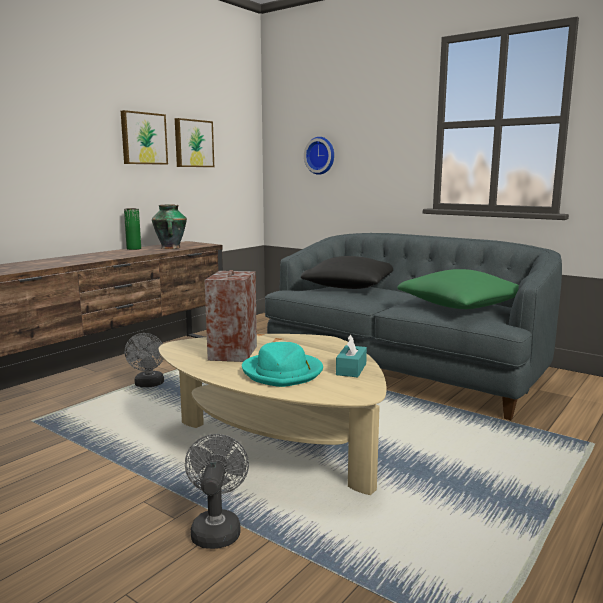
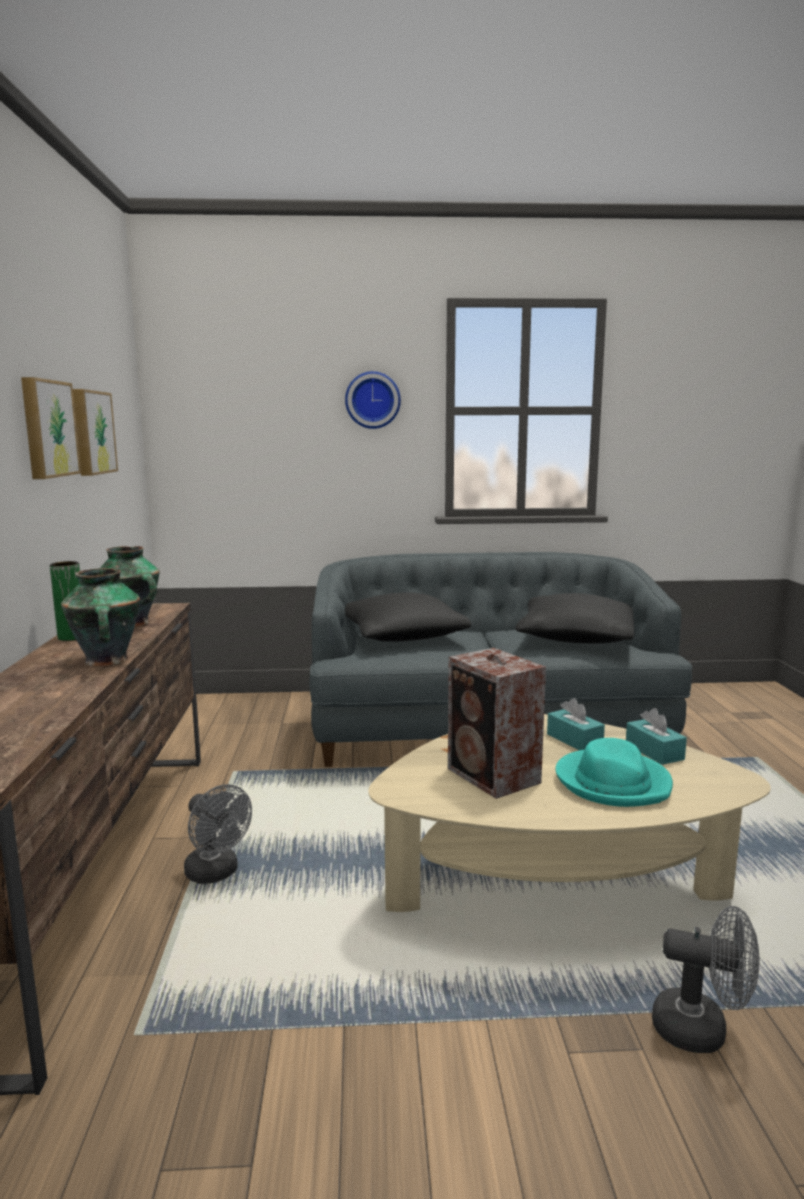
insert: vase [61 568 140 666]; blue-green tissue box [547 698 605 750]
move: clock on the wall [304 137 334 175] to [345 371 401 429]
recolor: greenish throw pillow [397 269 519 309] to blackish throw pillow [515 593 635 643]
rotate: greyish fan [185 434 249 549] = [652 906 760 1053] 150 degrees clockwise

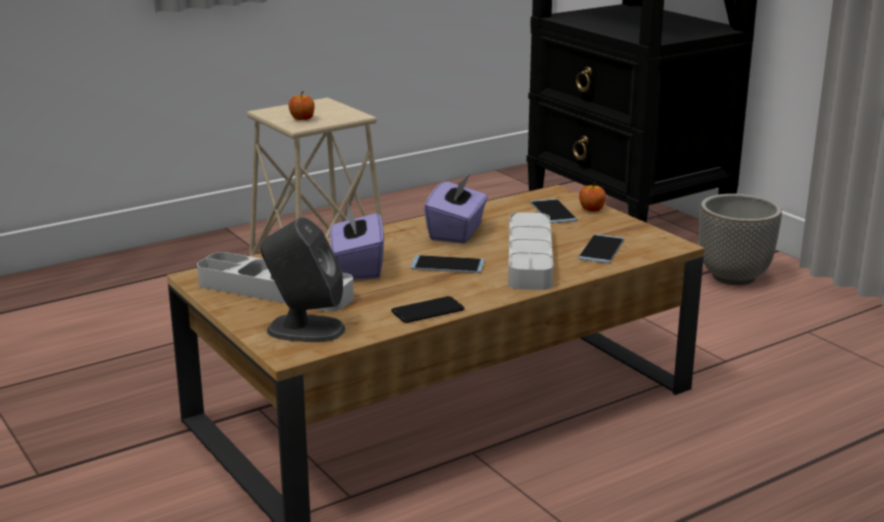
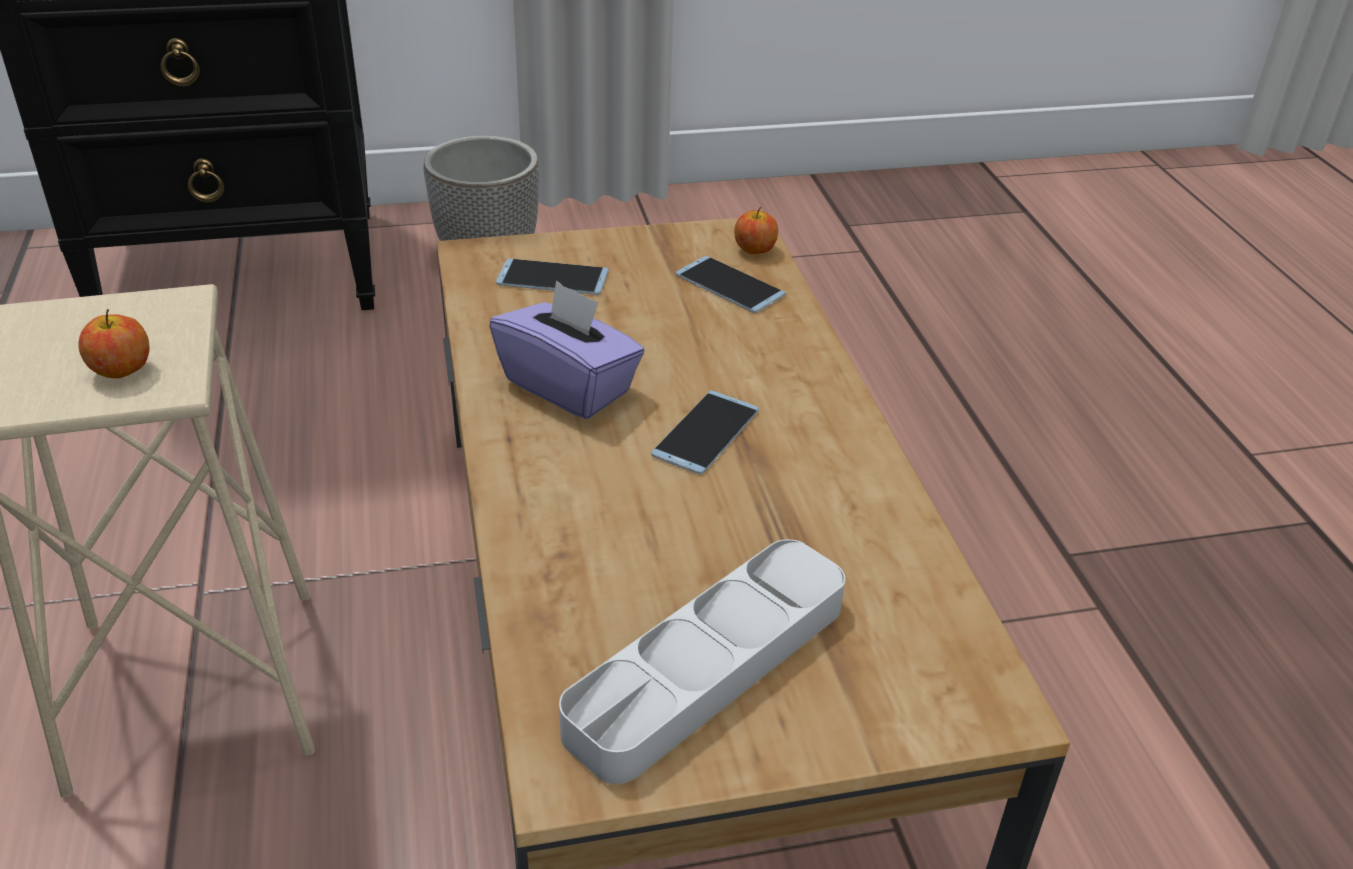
delete: purple tissue box [330 203 384 279]; greyish carrying tray [508 213 553 290]; greyish loudspeaker [260 217 345 342]; telephone [391 296 465 323]
move: apple [579 182 606 212] to [734 207 778 254]

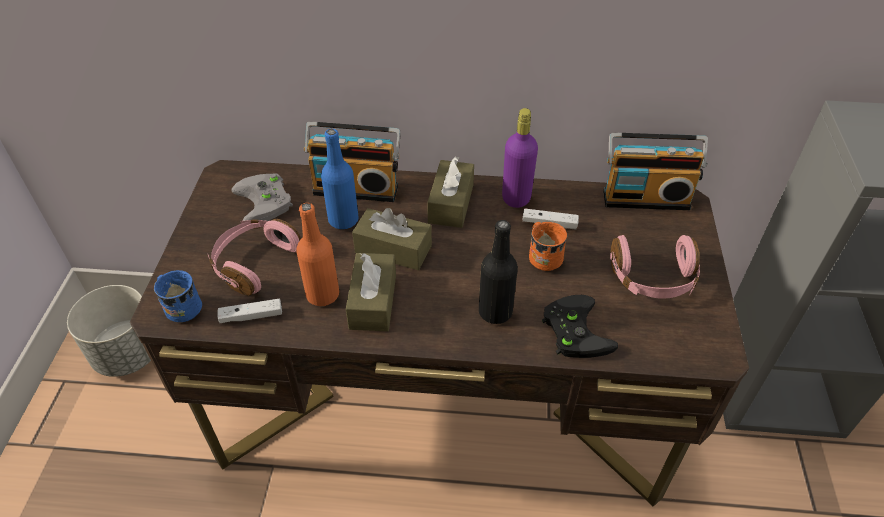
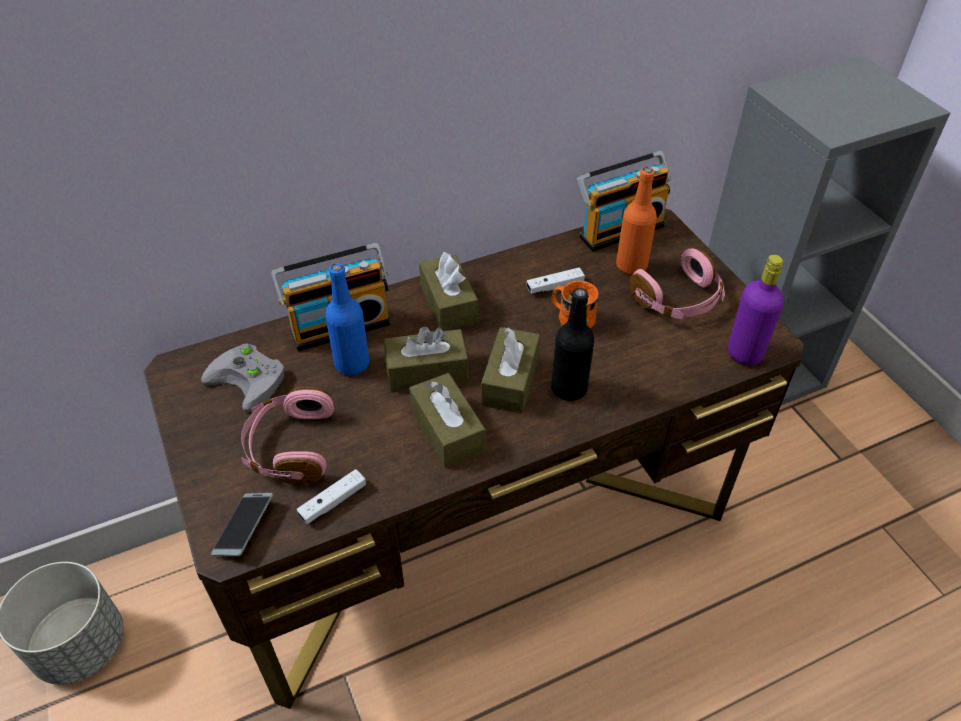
delete: blackish game controller [542 295 618 358]
insert: brown tissue box [481 327 540 414]
move: purple drink bottle [502 108 538 208] to [728 255 784 366]; orange-coloured drink bottle [296 203 339 306] to [616 167 657 274]
replace: bluish coffee mug [154 270 202 322] to telephone [211 493 273 556]

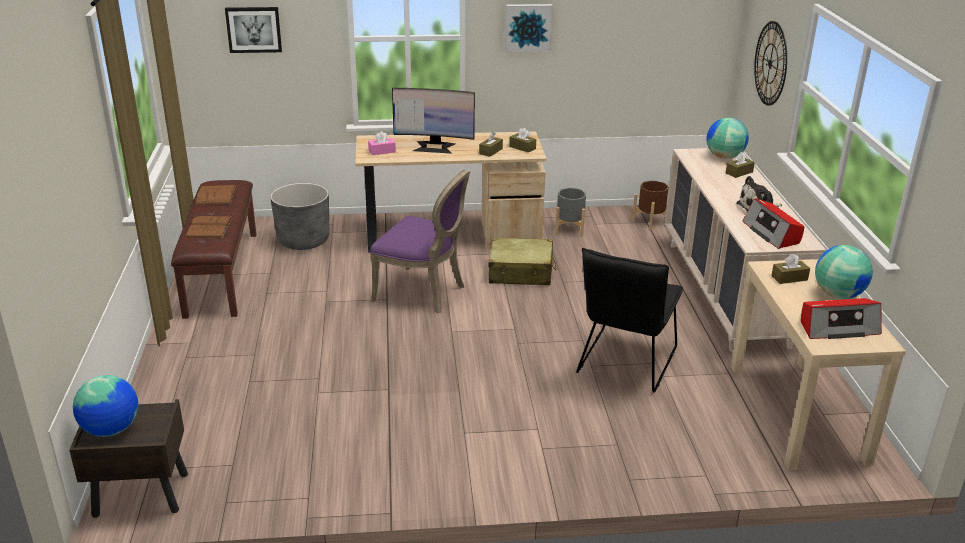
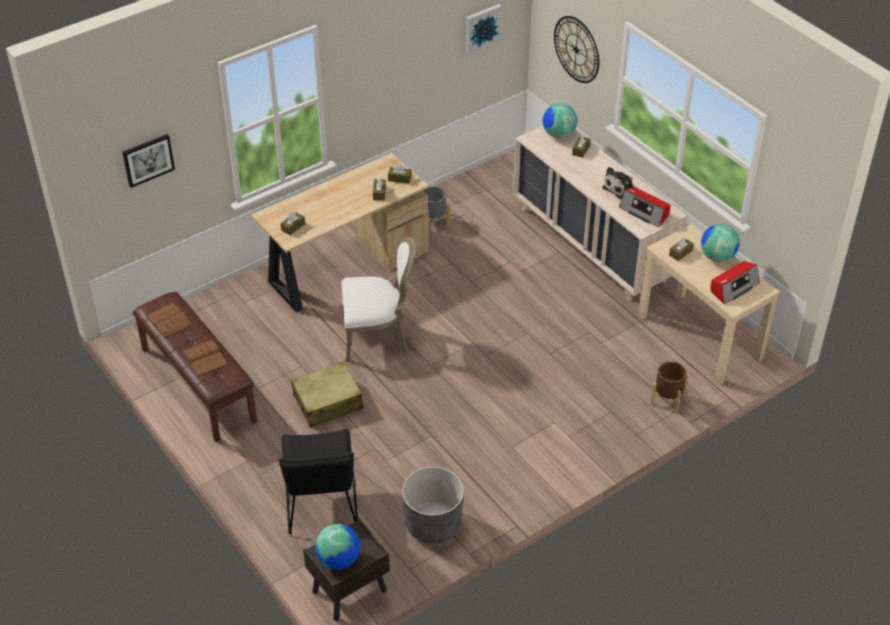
delete: monitor [392 88 475 154]
move: wall picture [505 4 553 52] to [466 4 502 54]; brown planter [632 181 669 230] to [650 361 689 413]; greyish planter [270 183 329 250] to [402 466 464 544]; beige-coloured piece of luggage [488 238 557 285] to [291 361 363 427]; blackish chair [576 248 683 392] to [278 429 358 534]
recolor: pinkish tissue box [368 131 396 155] to brown tissue box [281 211 305 235]; purple chair [370 170 470 314] to white-coloured chair [342 237 415 362]

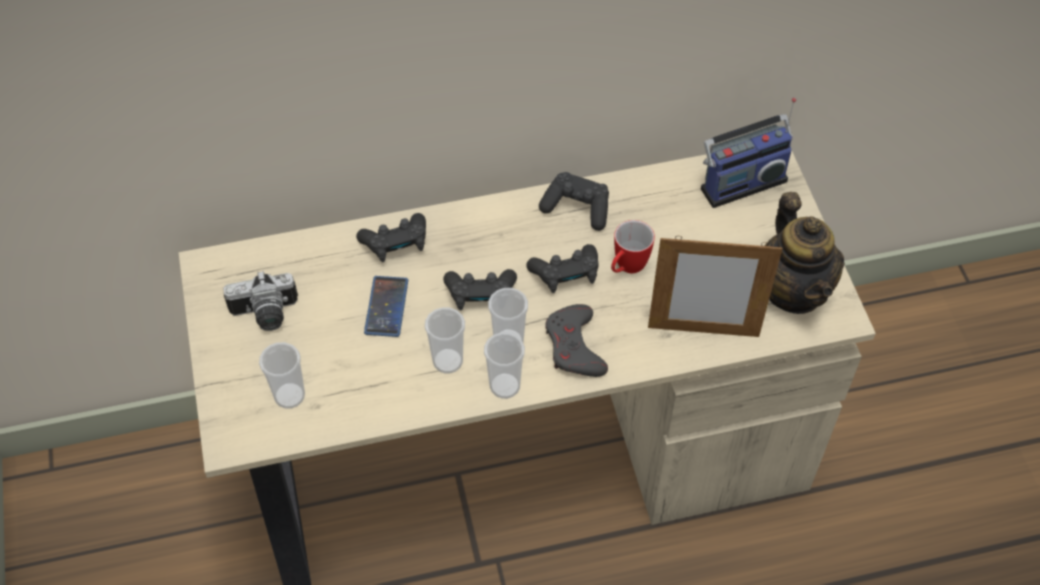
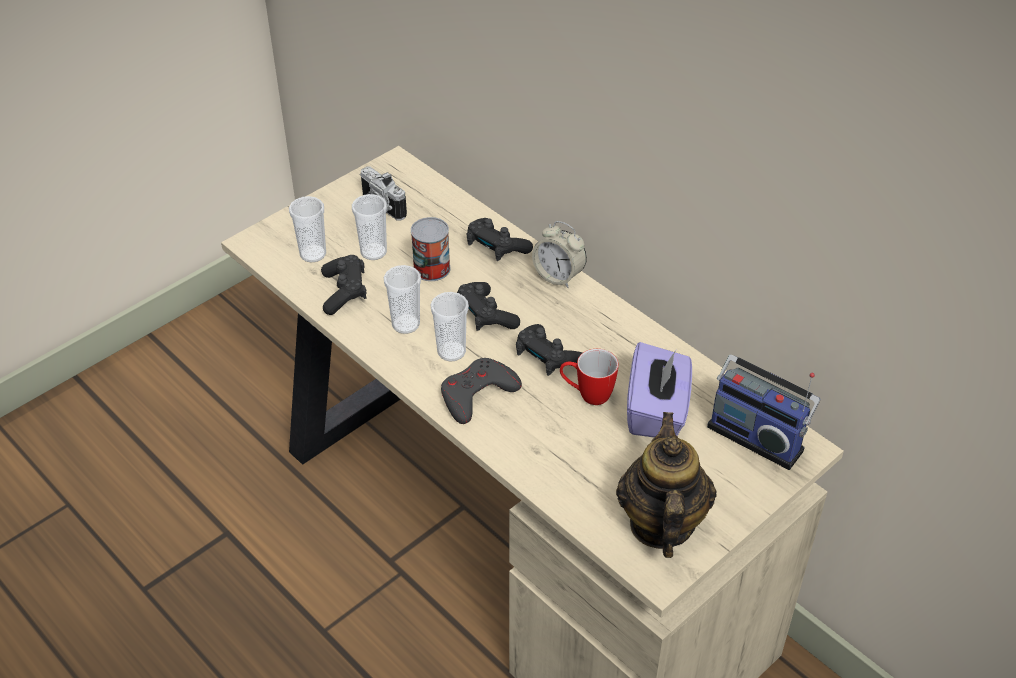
delete: picture frame [648 236 783 337]
insert: bedside clock [532 221 587 288]; purple tissue box [627 342 692 438]
move: blackish game controller [539 172 609 231] to [321 255 367 315]; cup [484 332 525 399] to [352 194 387 260]
replace: telephone [364 276 408 337] to metal can [411 217 450 281]
rotate: pot for tea [765 192 845 314] = [616 412 717 558] 135 degrees clockwise

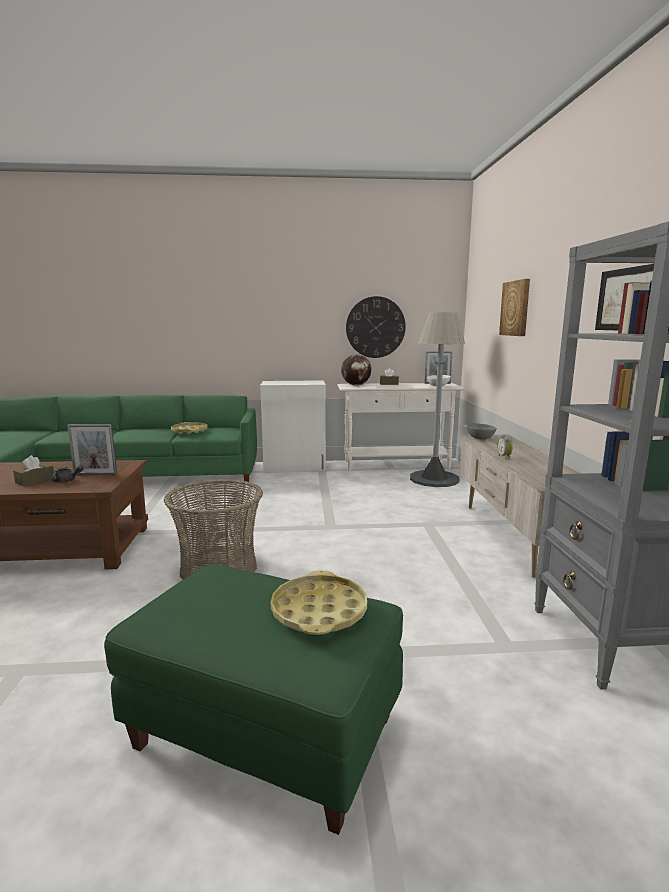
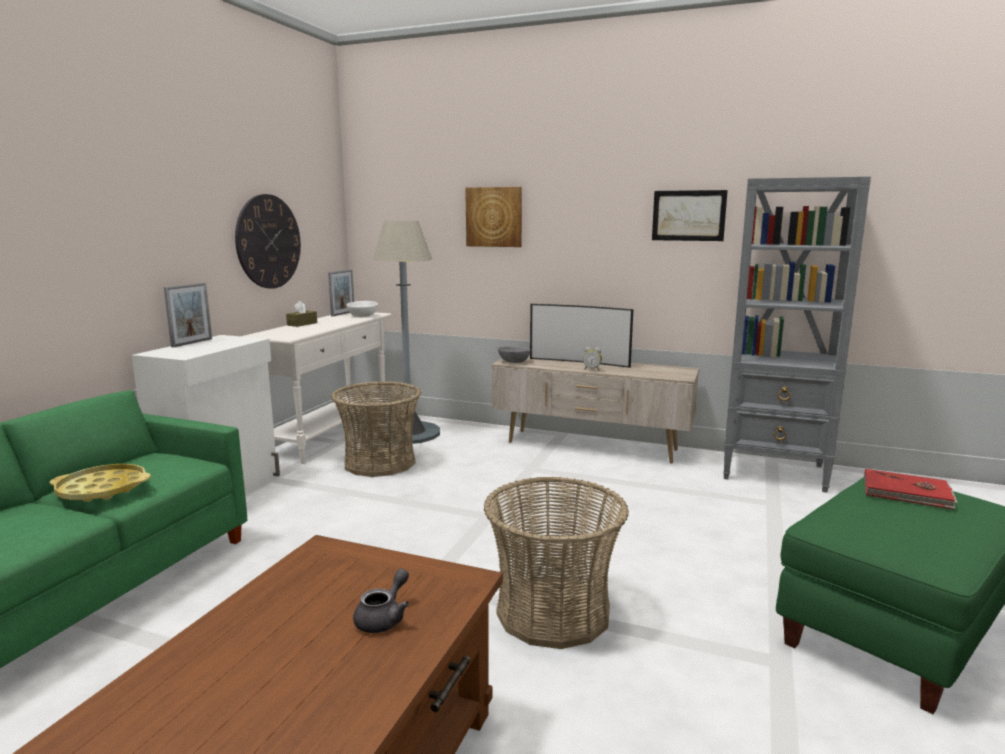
delete: globe [341 354 371 385]; brown tissue box [13 455 54 486]
insert: television [530 304 633 368]; storage basket [331 381 421 477]
move: picture frame [67 424 117 475] to [164 283 212 347]
replace: yellowish carrying tray [271 570 367 635] to red-coloured book [864 469 958 509]

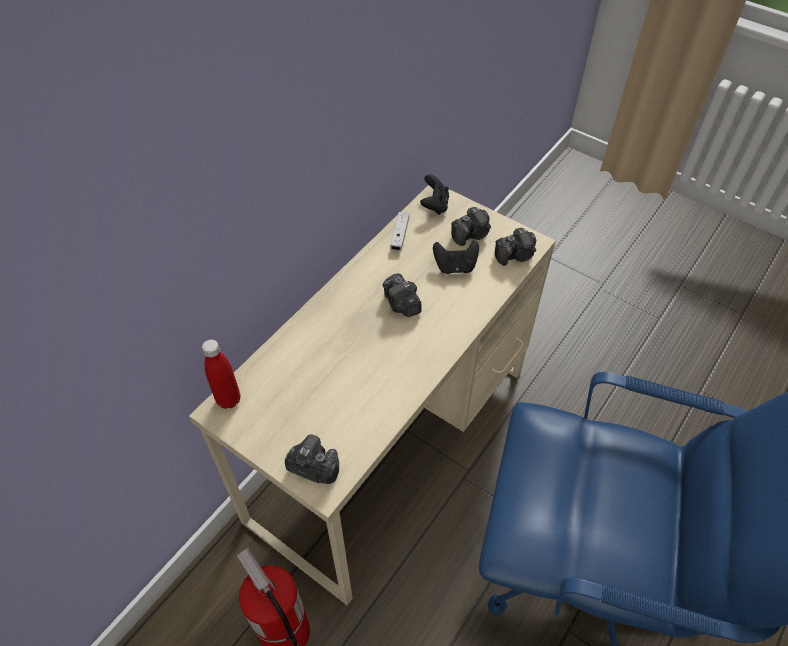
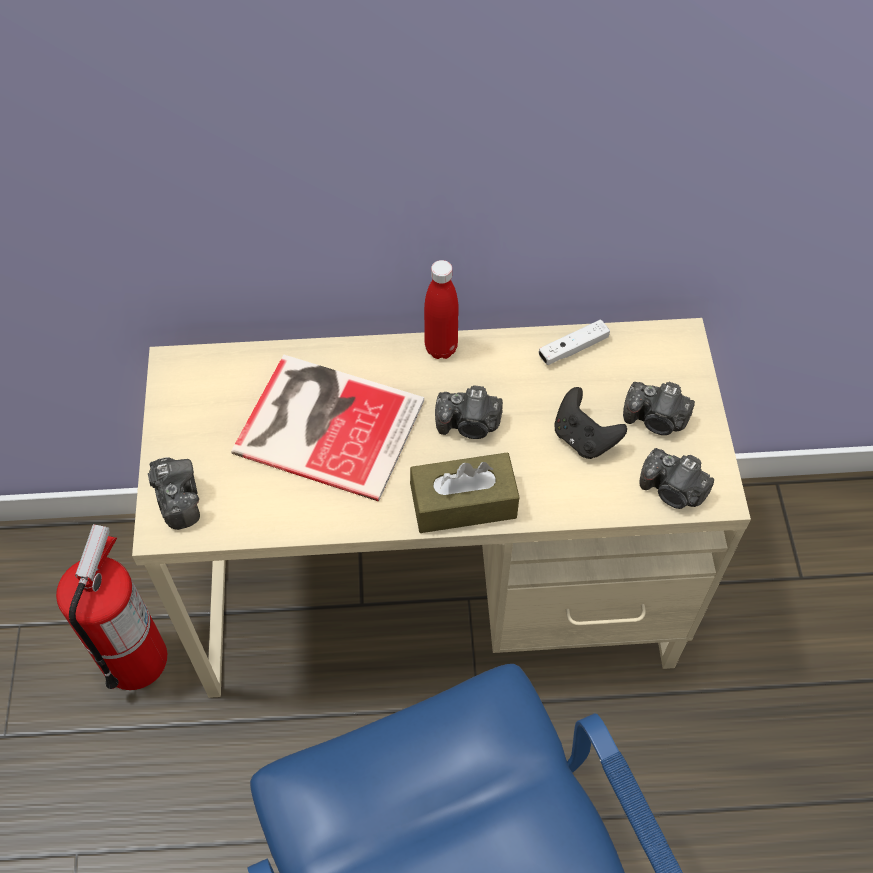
delete: blackish game controller [420 175 449 215]
insert: book [231 355 424 502]; brown tissue box [410 452 519 533]
move: red-coloured drink bottle [202 339 240 409] to [424 260 459 359]
rotate: photo camera [383 273 422 317] = [435 385 503 439] 105 degrees counterclockwise

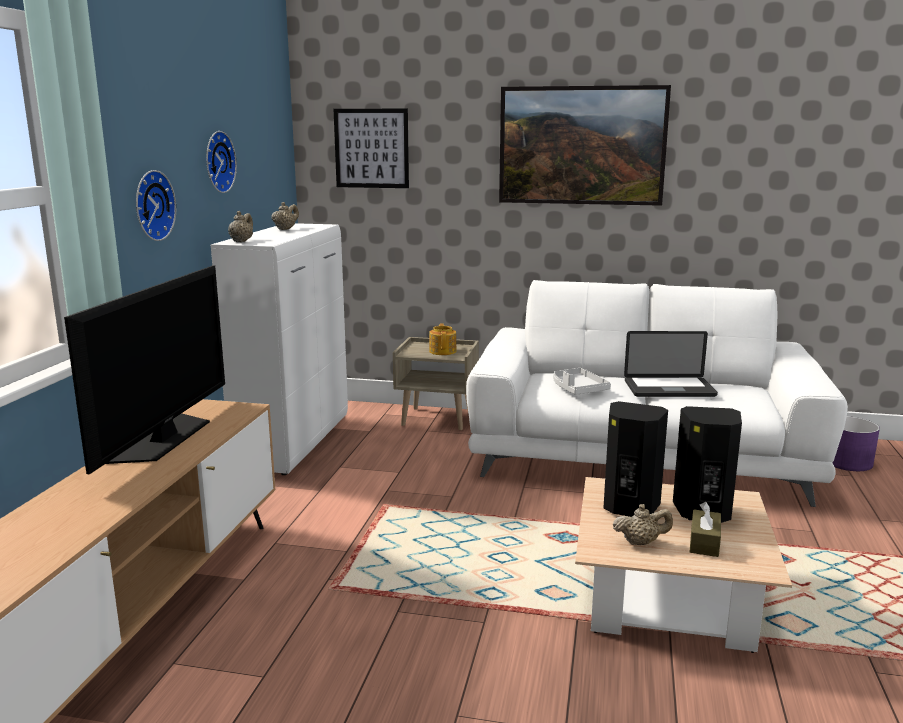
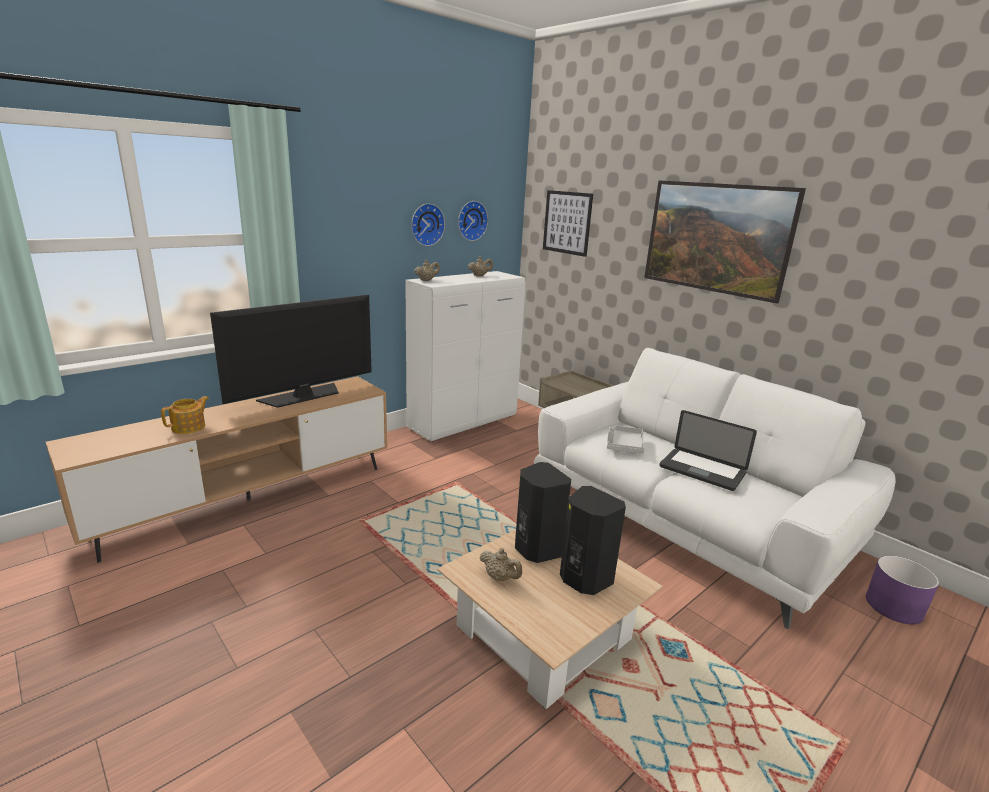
delete: brown tissue box [690 502 721 557]
move: clock on the wall [136 170 176 241] to [458 201 488 241]; pot for tea [429 323 456 355] to [161 396 209 434]

